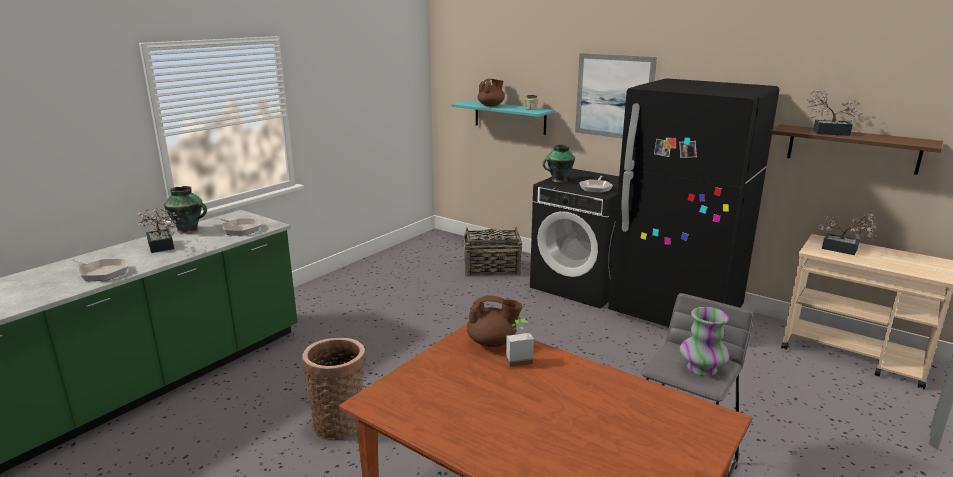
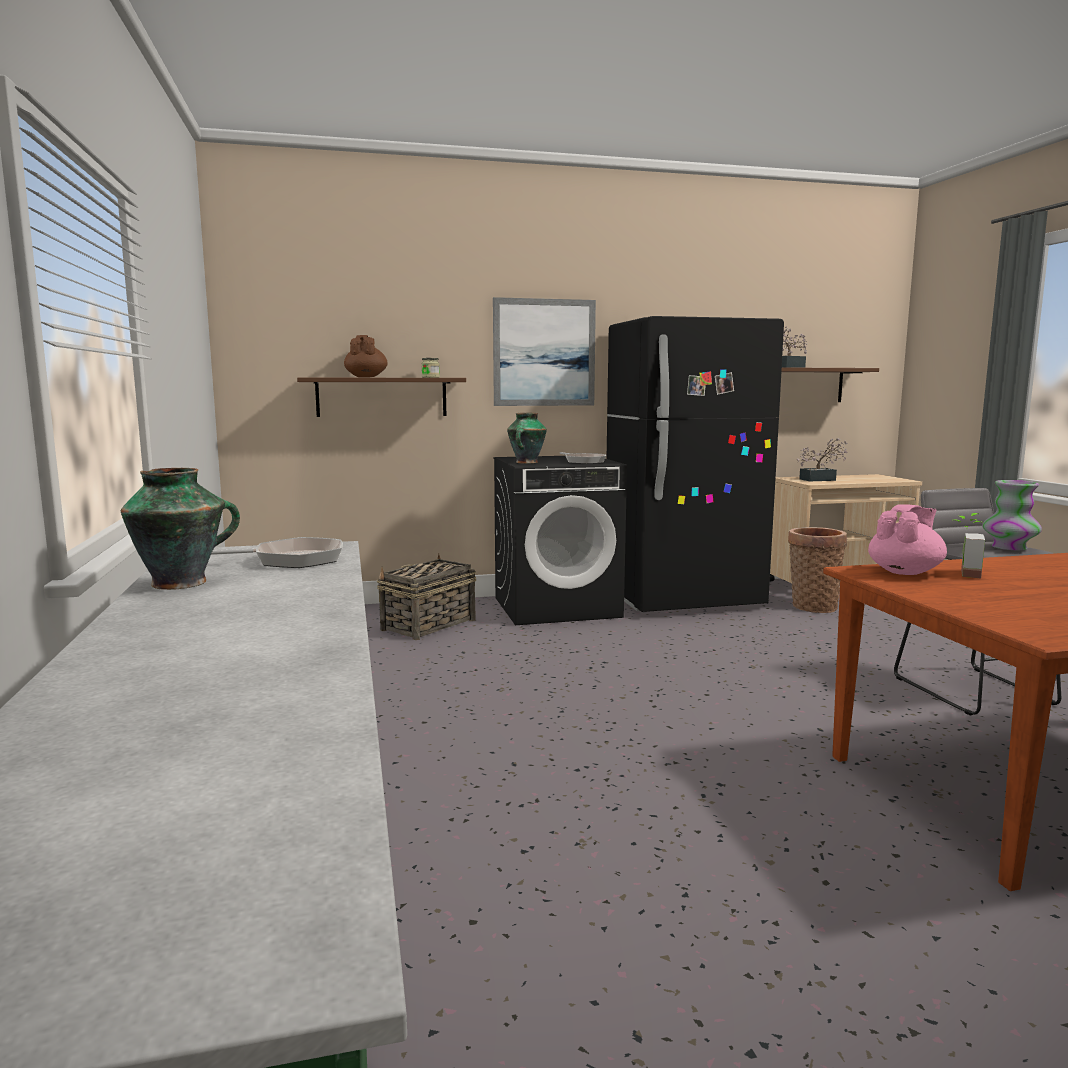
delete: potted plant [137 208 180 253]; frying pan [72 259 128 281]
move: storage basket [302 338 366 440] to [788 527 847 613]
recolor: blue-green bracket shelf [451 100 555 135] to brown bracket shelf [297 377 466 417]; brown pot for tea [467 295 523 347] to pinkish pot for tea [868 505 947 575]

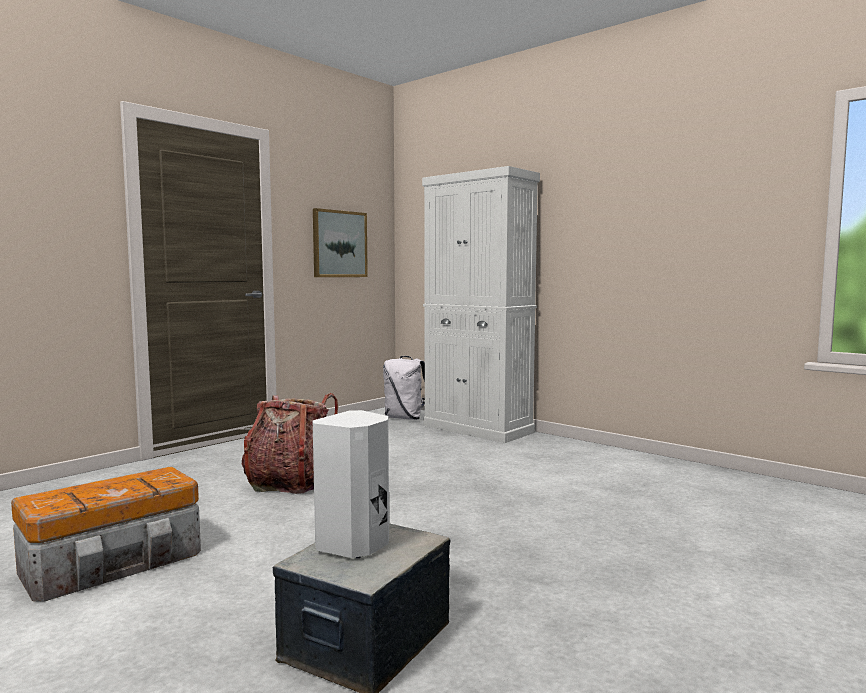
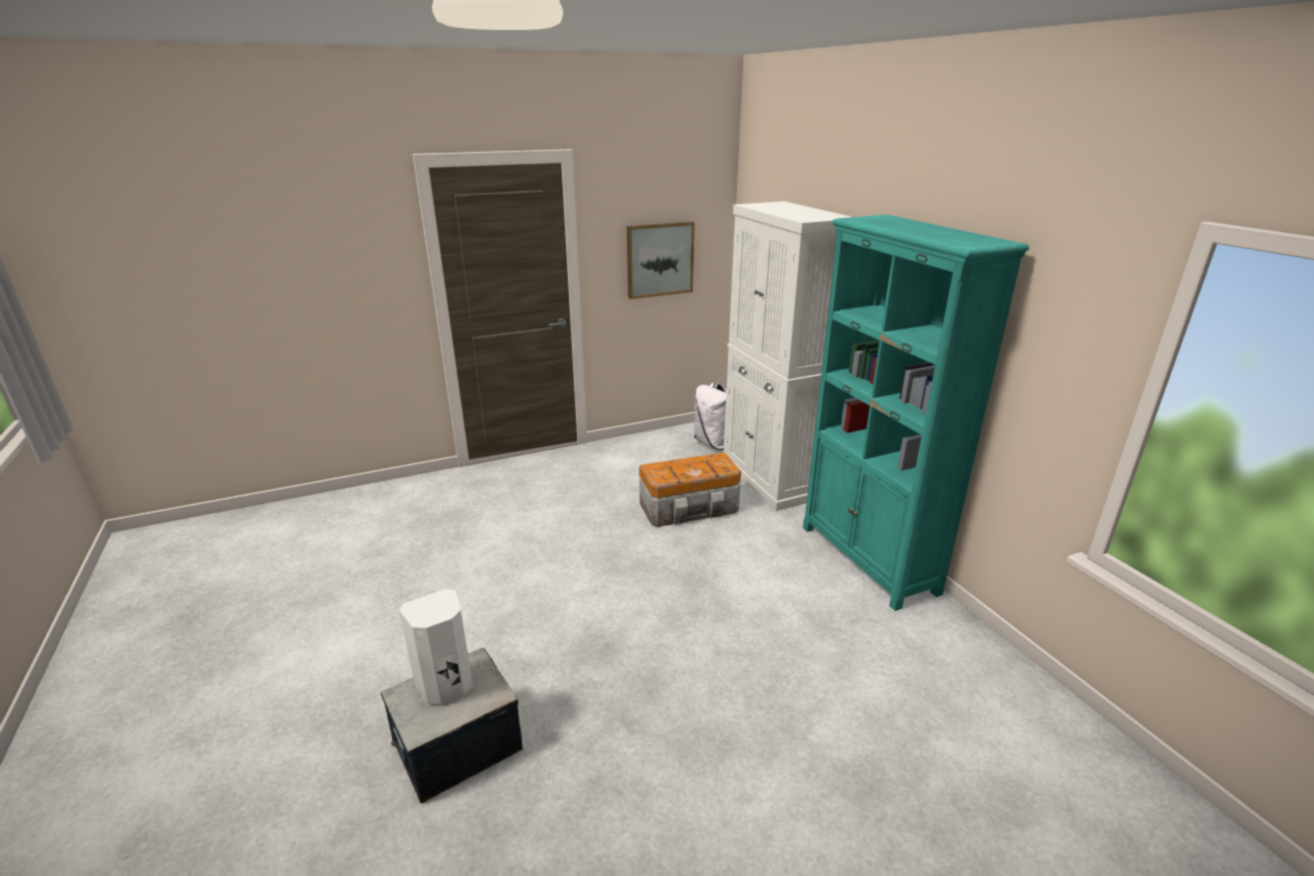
delete: knapsack [242 393 338 494]
insert: blue-green bookcase [803 215 1029 611]
move: storage box [11 466 201 602] to [639 452 741 527]

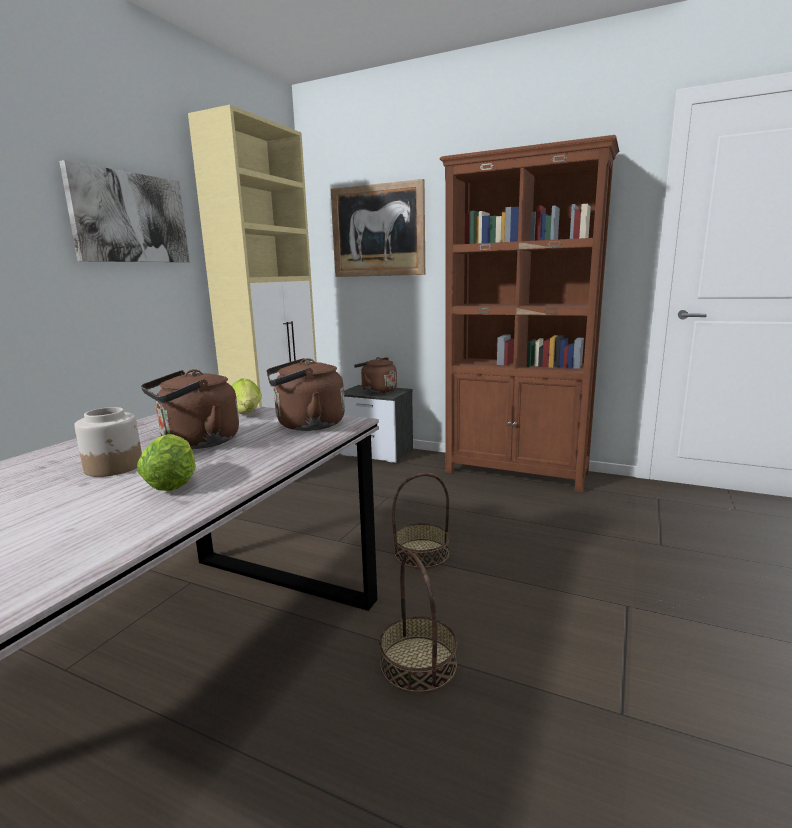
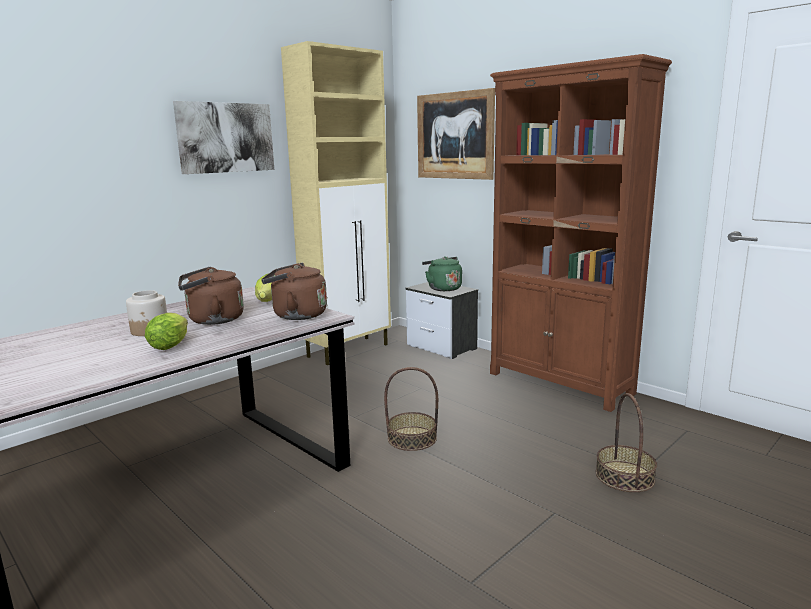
move: storage basket [379 551 457 693] to [596 393 657 492]
recolor: brown kettle [354 357 397 394] to greenish kettle [422 257 462 291]

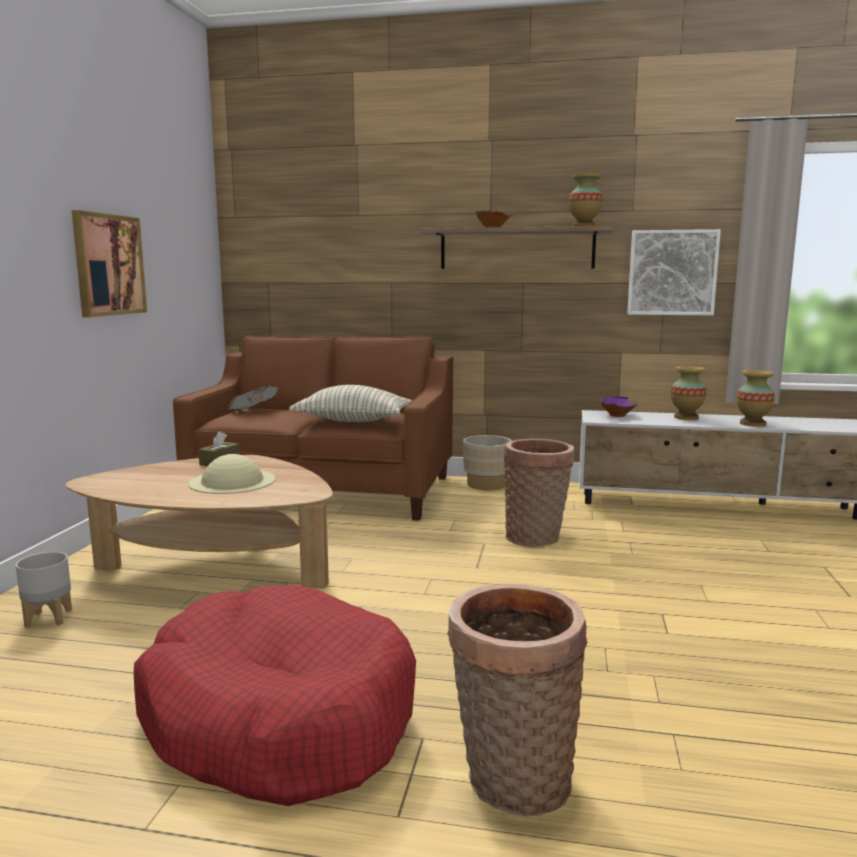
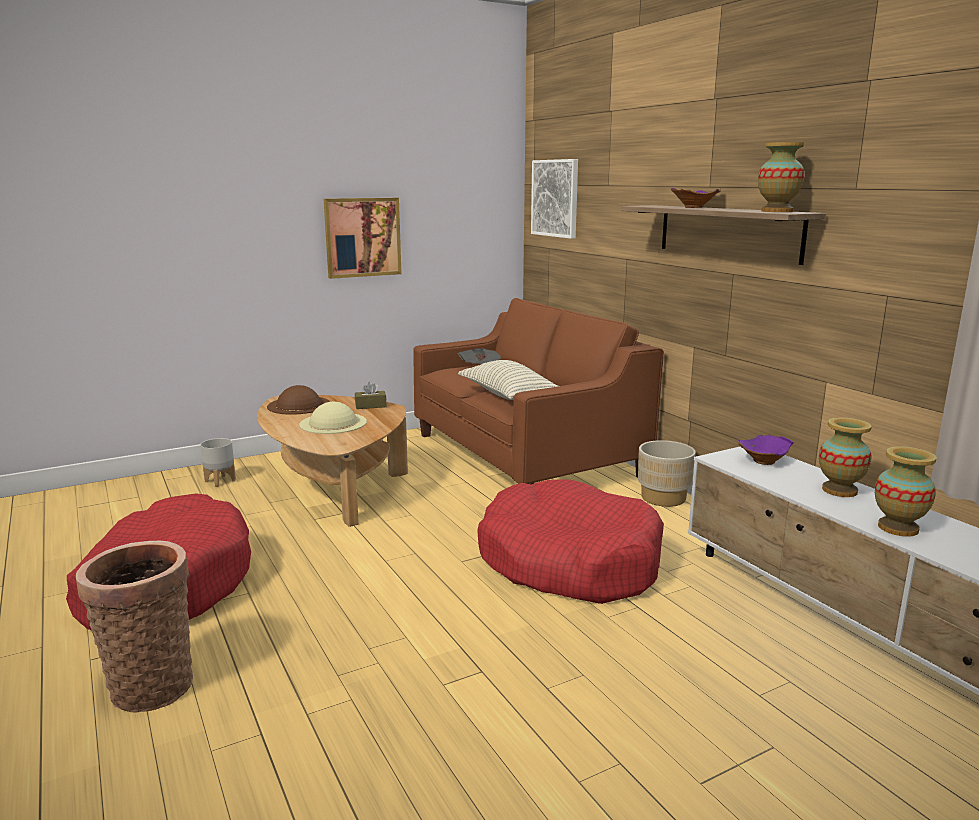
insert: brown hat [267 385 330 415]
move: wall picture [627 229 721 315] to [531 159 578 239]
replace: storage basket [504 439 575 547] to red-coloured pet bed [477 479 664 604]

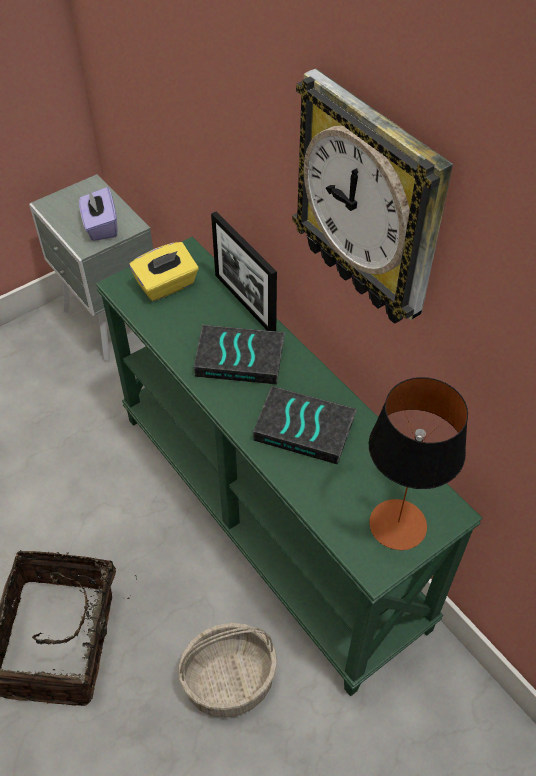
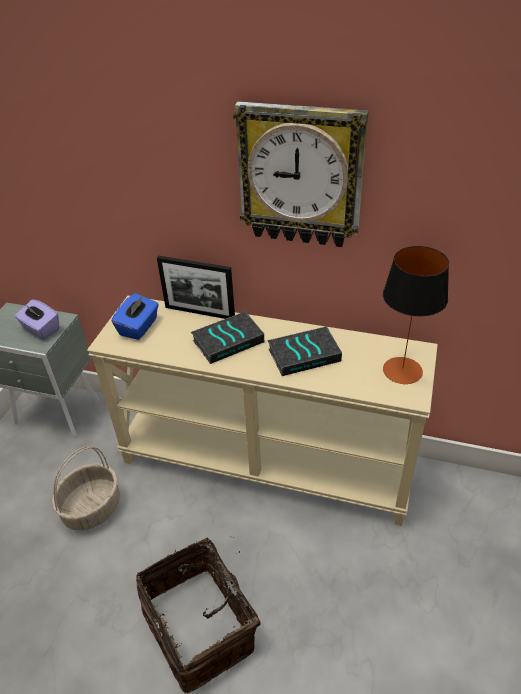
move: storage basket [178 623 277 718] to [52 446 120 530]
recolor: greenish narrow table [95 237 483 697] to beige-coloured narrow table [87 296 438 526]; yellowish tissue box [129 242 199 301] to bluish tissue box [112 293 159 340]

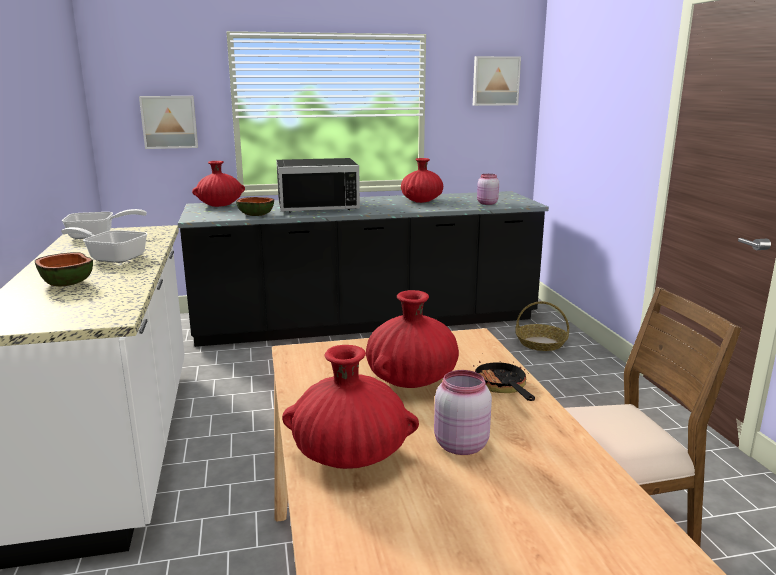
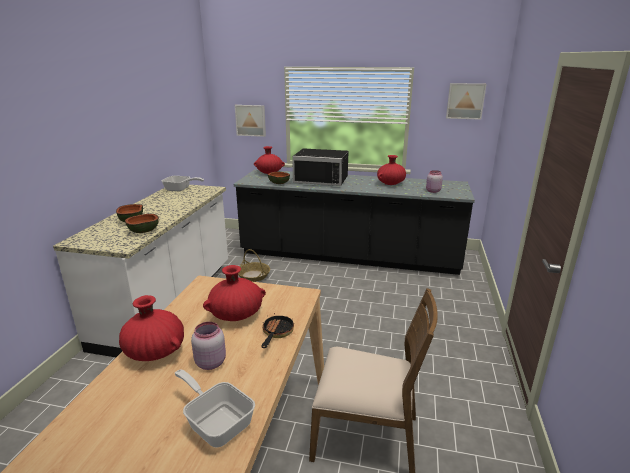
insert: bowl [125 214 159 233]
move: frying pan [61 227 148 263] to [175 369 255 448]; storage basket [515 301 569 351] to [238 249 270 282]

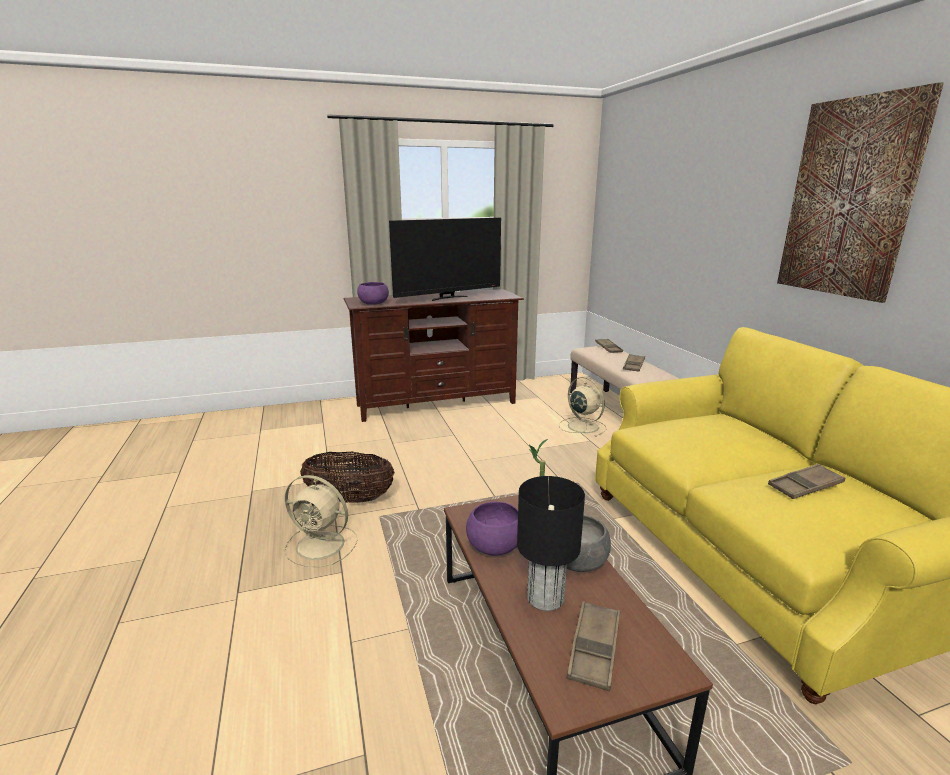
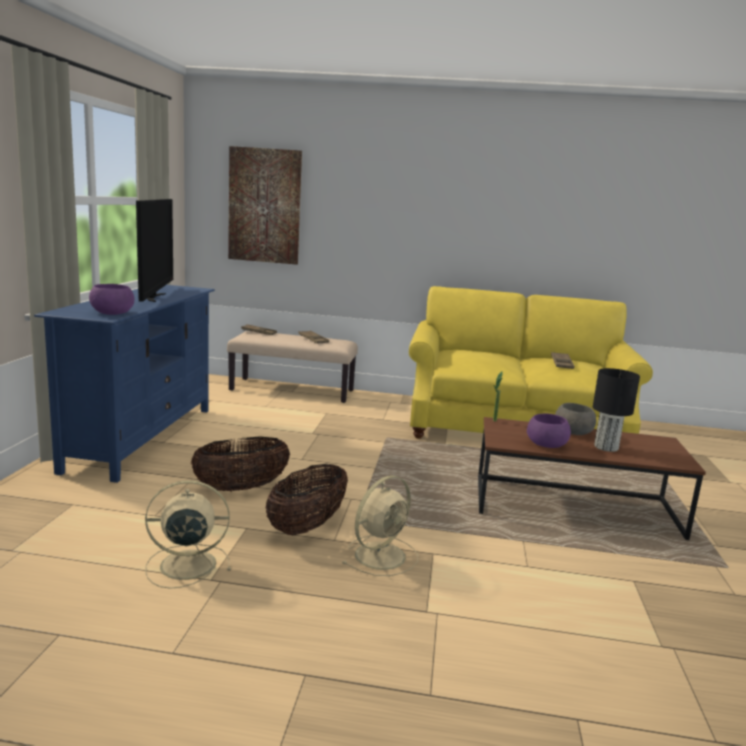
delete: brown carrying tray [566 601 620 691]
insert: storage basket [191 436 290 491]
move: wall picture [777 82 944 303] to [228 146 302 265]; beige-coloured fan [559 377 607 437] to [145 480 231 589]
recolor: brown tv unit [344 289 524 422] to bluish tv unit [34 285 215 483]

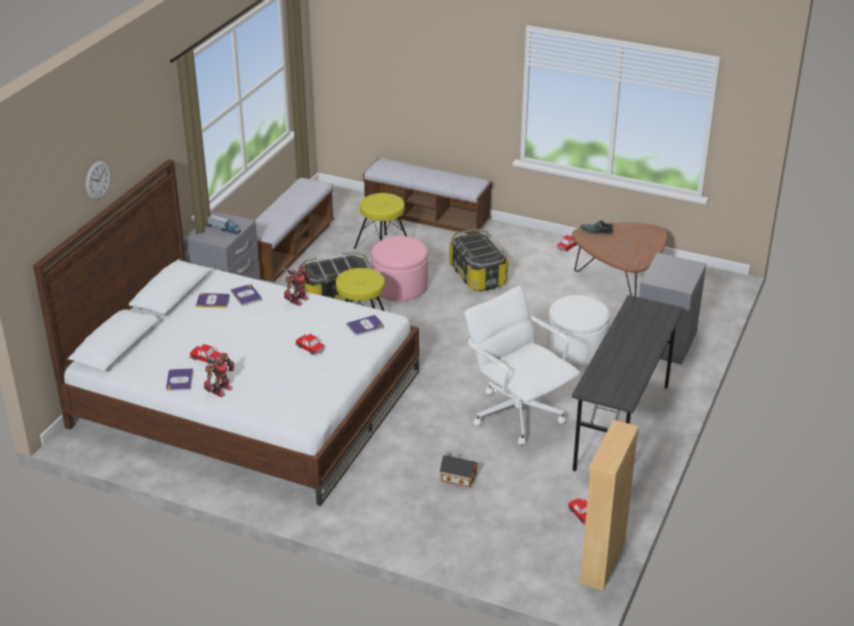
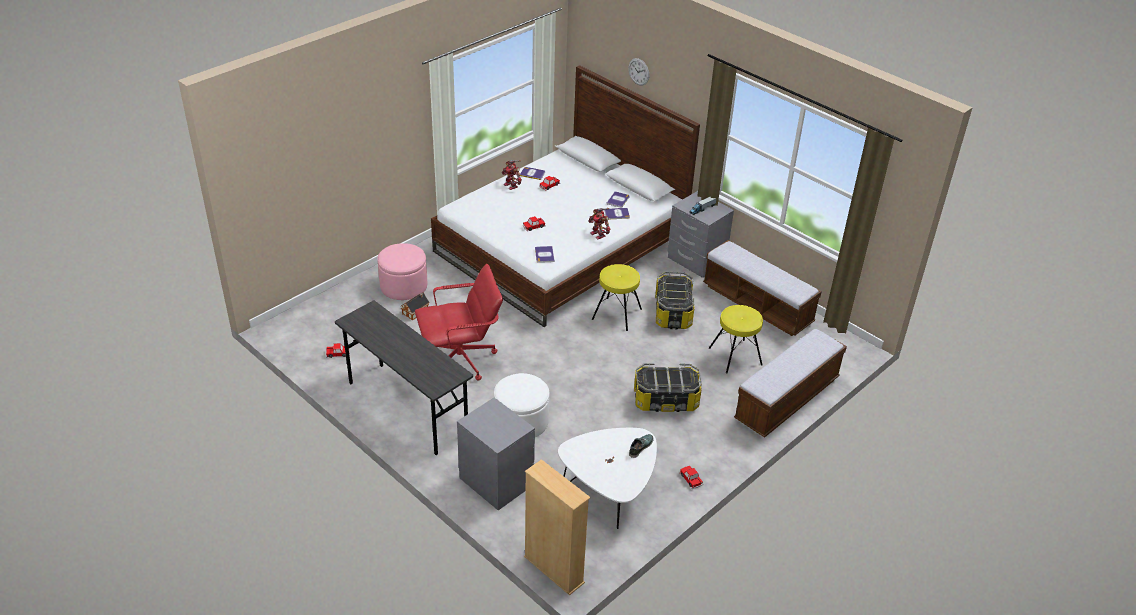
move: pinkish footrest [371 236 428 301] to [377 243 427 300]; beige-coloured bookcase [578 420 639 591] to [524 459 590 596]
recolor: brown low table [572 223 667 297] to white-coloured low table [558 428 657 529]; white-coloured office chair [464 286 580 445] to red-coloured office chair [415 264 503 381]

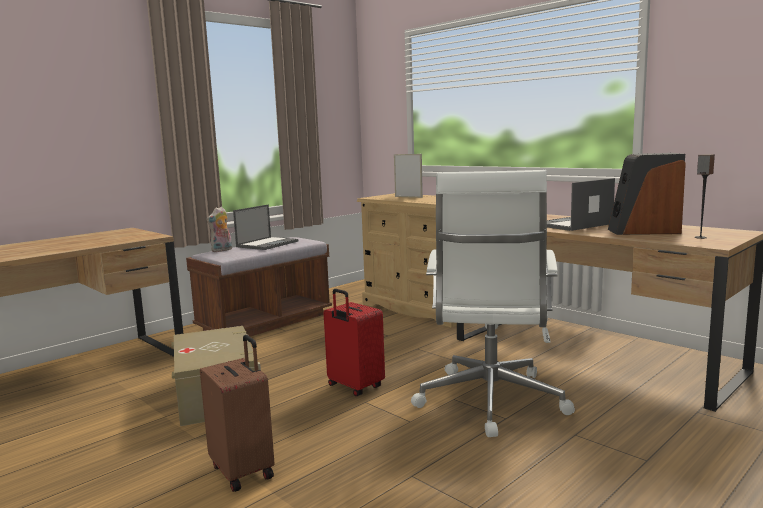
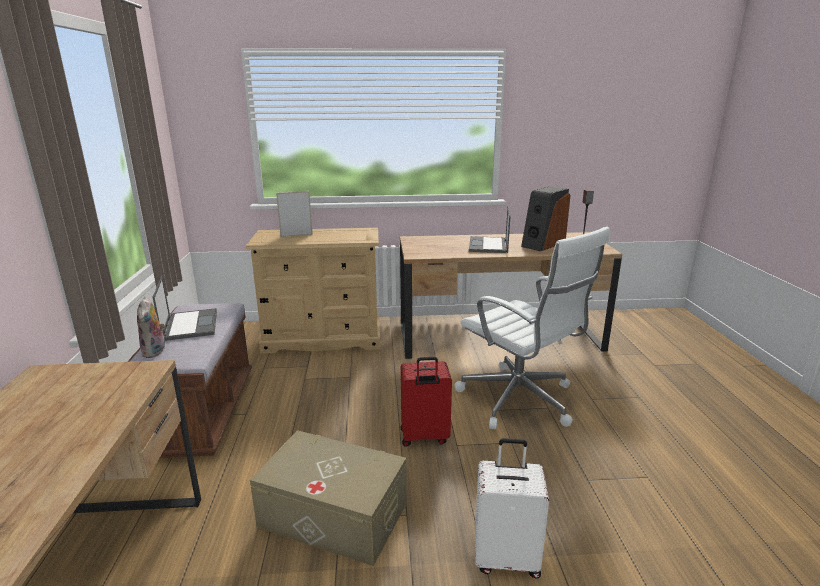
recolor: brown piece of luggage [200 335 274 492] to white-coloured piece of luggage [475 438 549 579]

